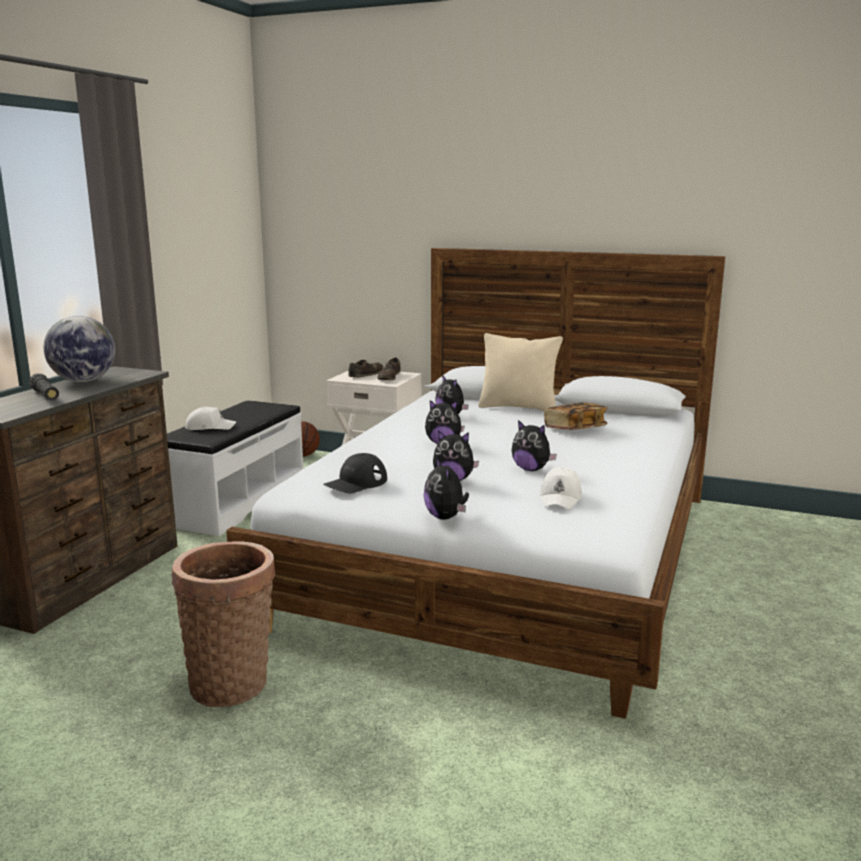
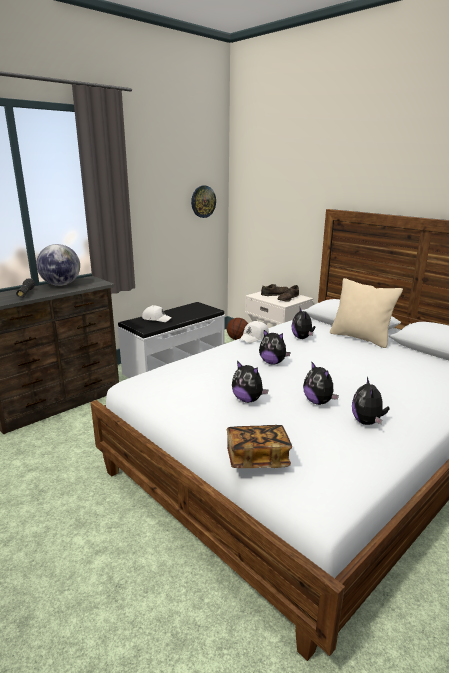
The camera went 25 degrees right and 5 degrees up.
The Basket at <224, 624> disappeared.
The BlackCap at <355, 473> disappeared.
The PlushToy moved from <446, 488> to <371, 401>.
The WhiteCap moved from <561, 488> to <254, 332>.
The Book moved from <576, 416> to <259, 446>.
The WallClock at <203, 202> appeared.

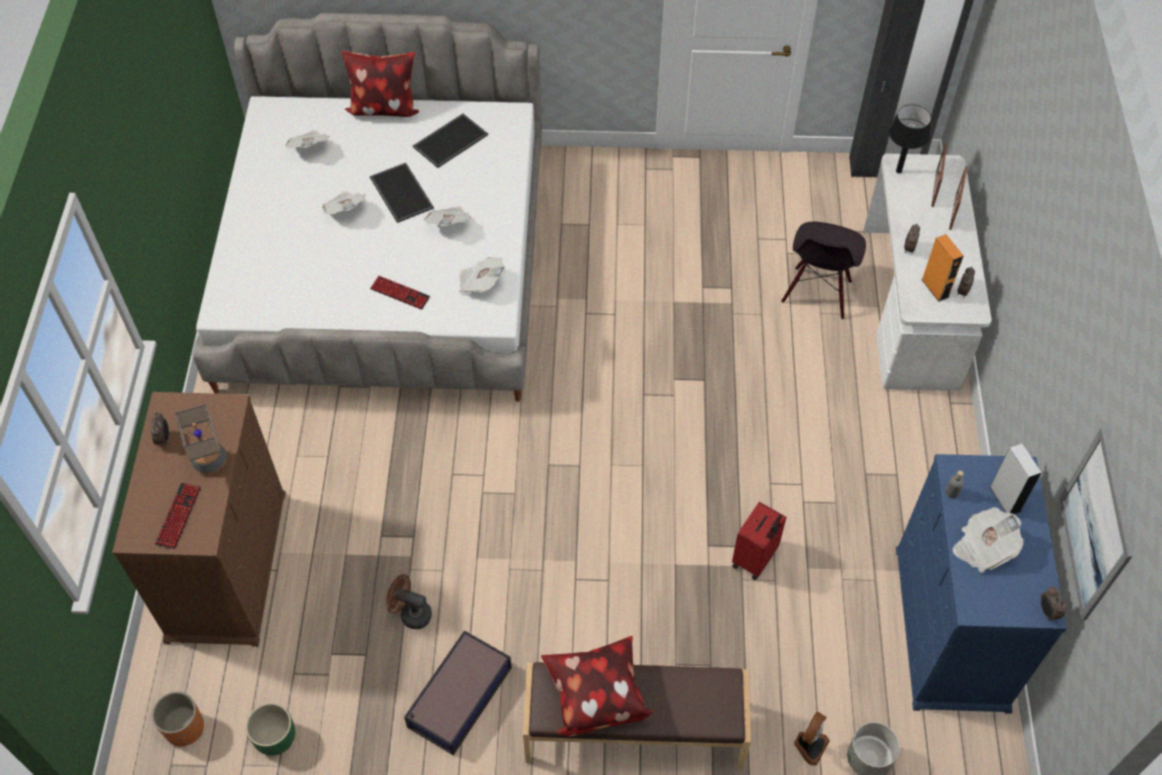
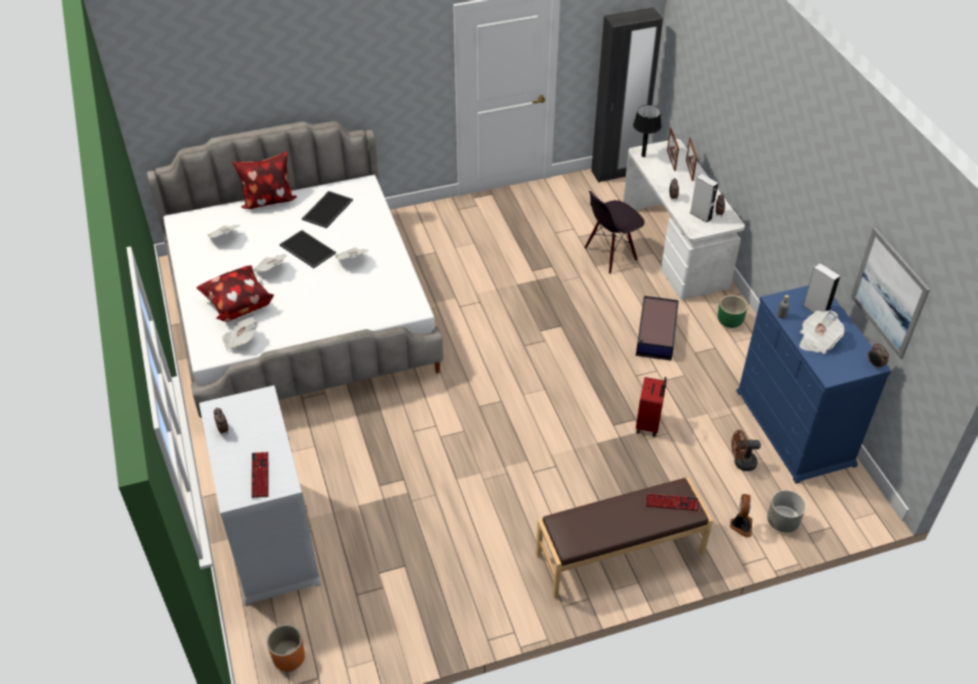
The camera went 20 degrees left and 10 degrees down.
The BrownDresser at <199, 519> became the WhiteDresser at <260, 495>.
The TableLamp at <201, 439> disappeared.
The GreenPlanter moved from <270, 729> to <733, 311>.
The Keyboard moved from <400, 293> to <671, 502>.
The BrownFan moved from <409, 601> to <746, 450>.
The StorageBox moved from <458, 693> to <657, 328>.
The Newspaper moved from <482, 275> to <240, 334>.
The Pillow moved from <597, 686> to <235, 293>.
The BlackChair at <823, 271> turned 60 degrees clockwise.
The OrangeSpeaker at <942, 268> became the GreySpeaker at <704, 198>.

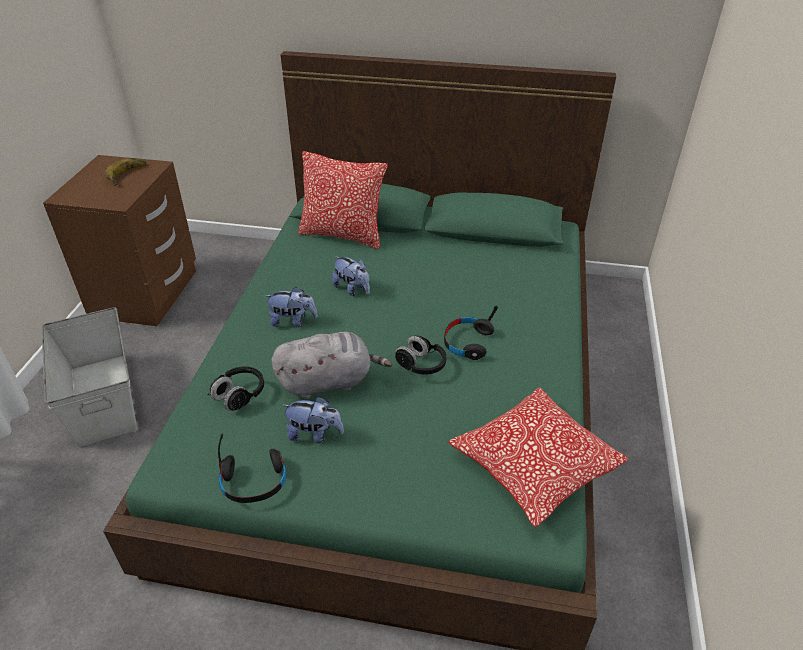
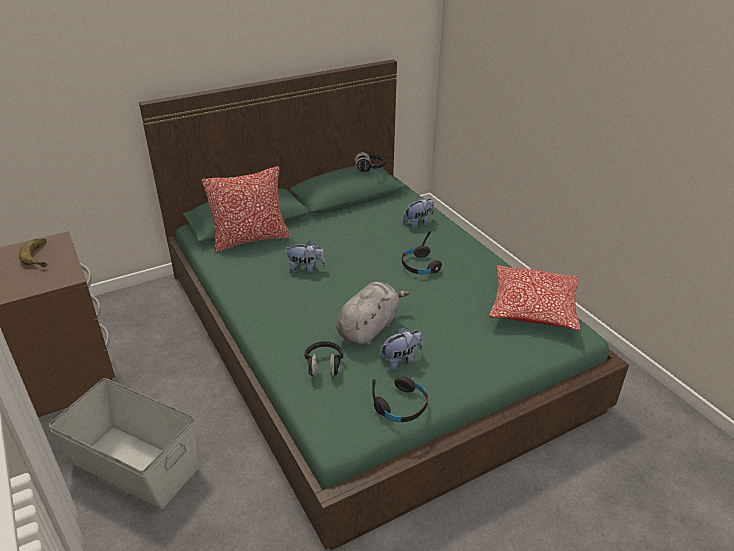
The camera went 40 degrees left and 5 degrees down.
The PlushToy moved from <291, 306> to <418, 213>.
The BlackHeadphones moved from <421, 355> to <370, 162>.

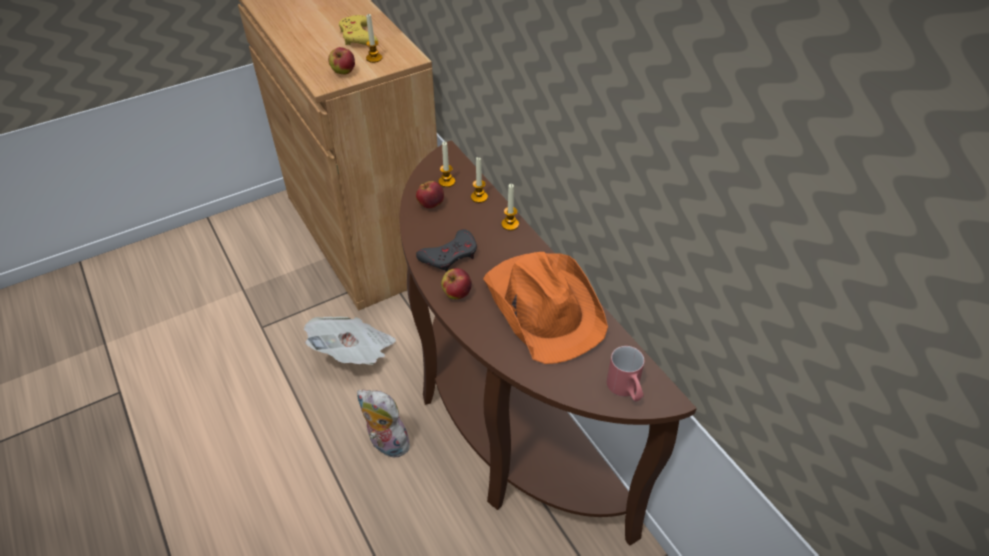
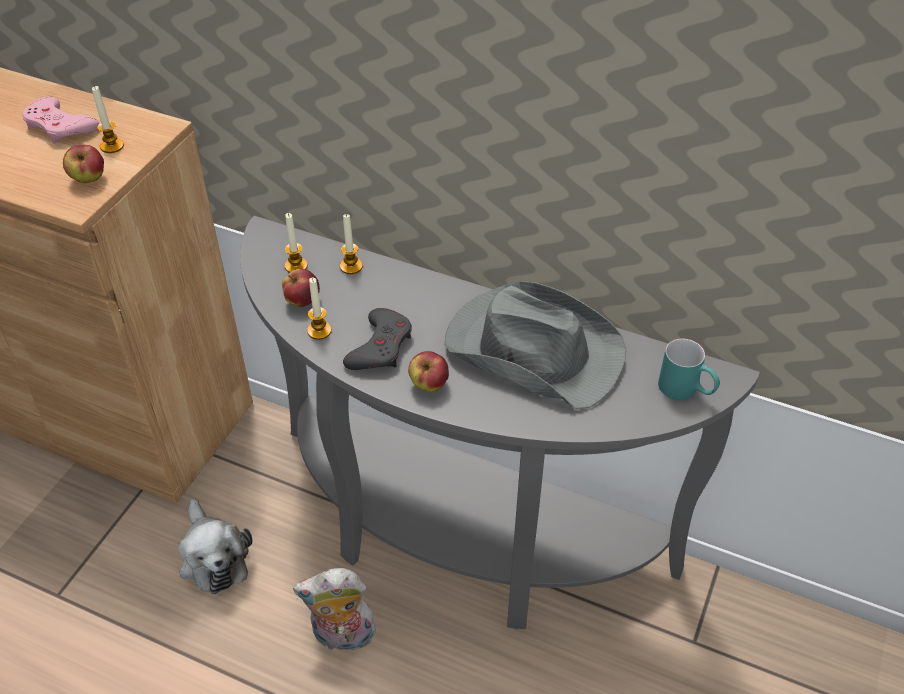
The camera went 35 degrees left and 0 degrees up.
The Newspaper at <350, 341> was replaced by the PlushToy at <215, 546>.
The YellowGameController at <358, 30> became the PinkGameController at <60, 120>.
The BrownConsoleTable at <548, 343> became the GreyConsoleTable at <500, 422>.
The OrangeHat at <545, 308> became the GreyHat at <535, 346>.
The Candle moved from <510, 207> to <319, 309>.
The RedMug at <625, 373> became the TurquoiseMug at <689, 369>.

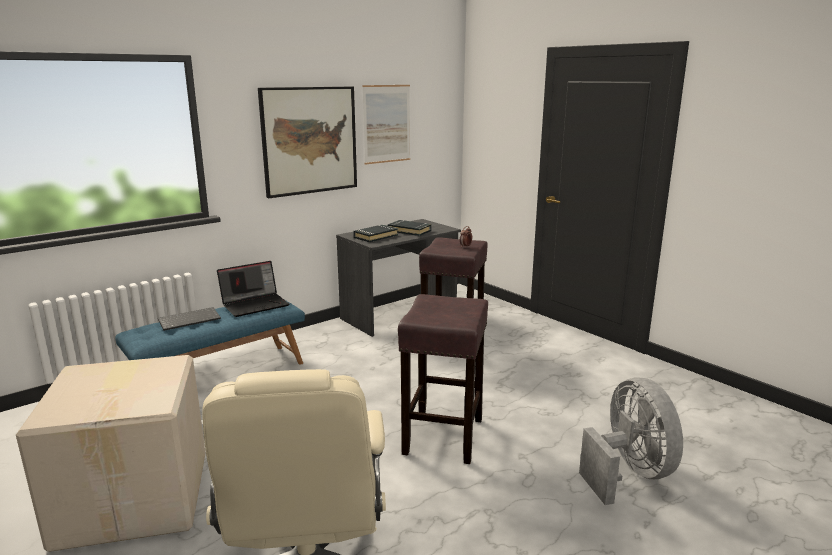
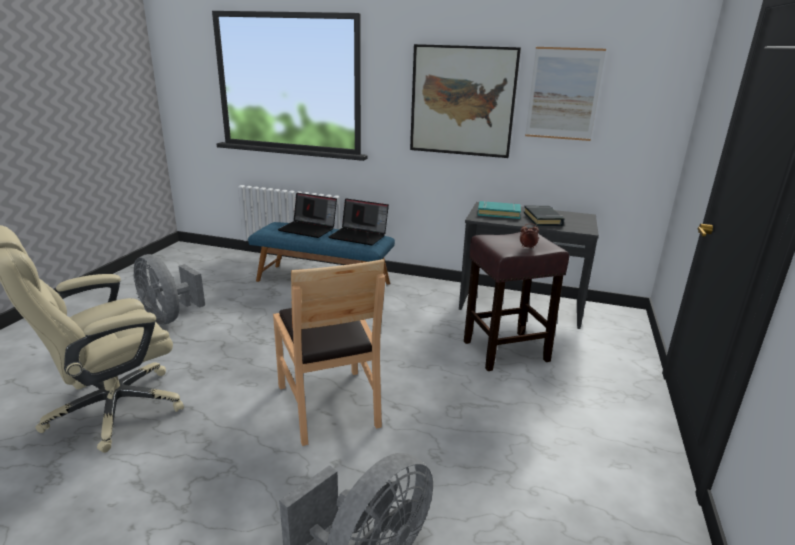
The camera went 55 degrees right and 5 degrees up.
The CardboardBox at <111, 453> was replaced by the GreyFan at <169, 289>.
The Keyboard at <189, 319> was replaced by the Laptop at <307, 215>.
The BlackBook at <376, 233> became the TurquoiseBook at <499, 210>.
The BrownStool at <443, 379> was replaced by the BrownChair at <329, 352>.

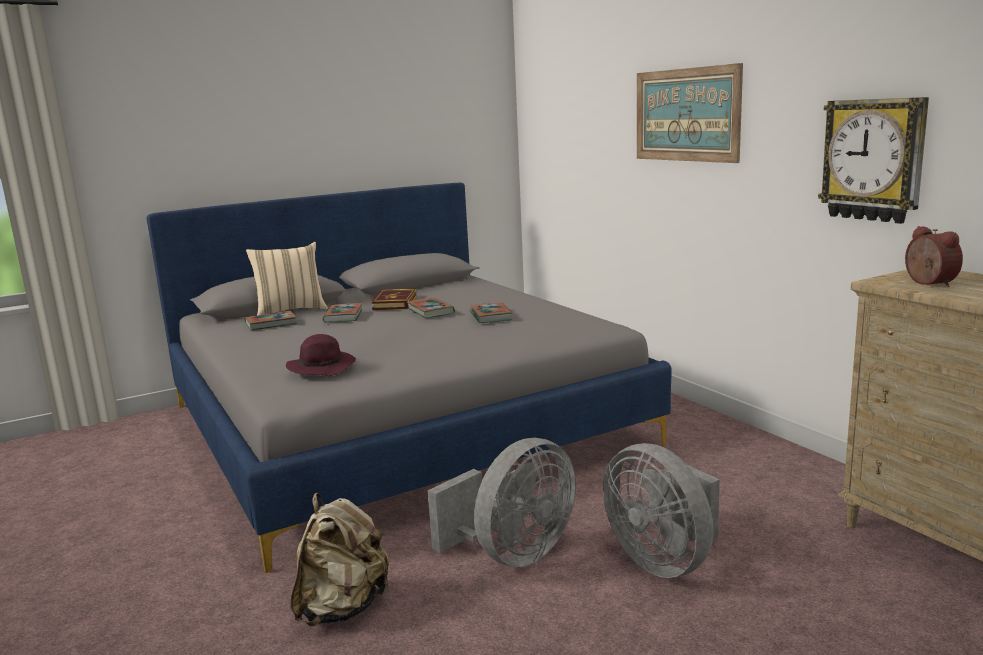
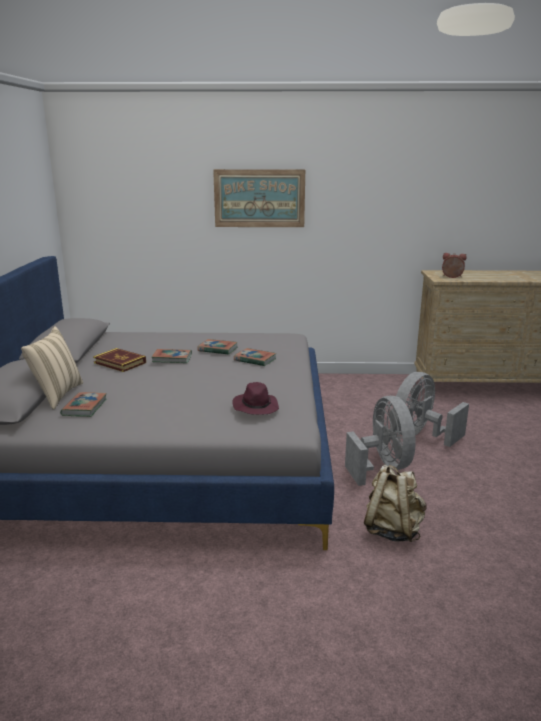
The camera went 60 degrees left and 5 degrees up.
The Book moved from <342, 313> to <255, 357>.
The GreyFan at <661, 510> turned 135 degrees clockwise.
The WallClock at <873, 160> disappeared.

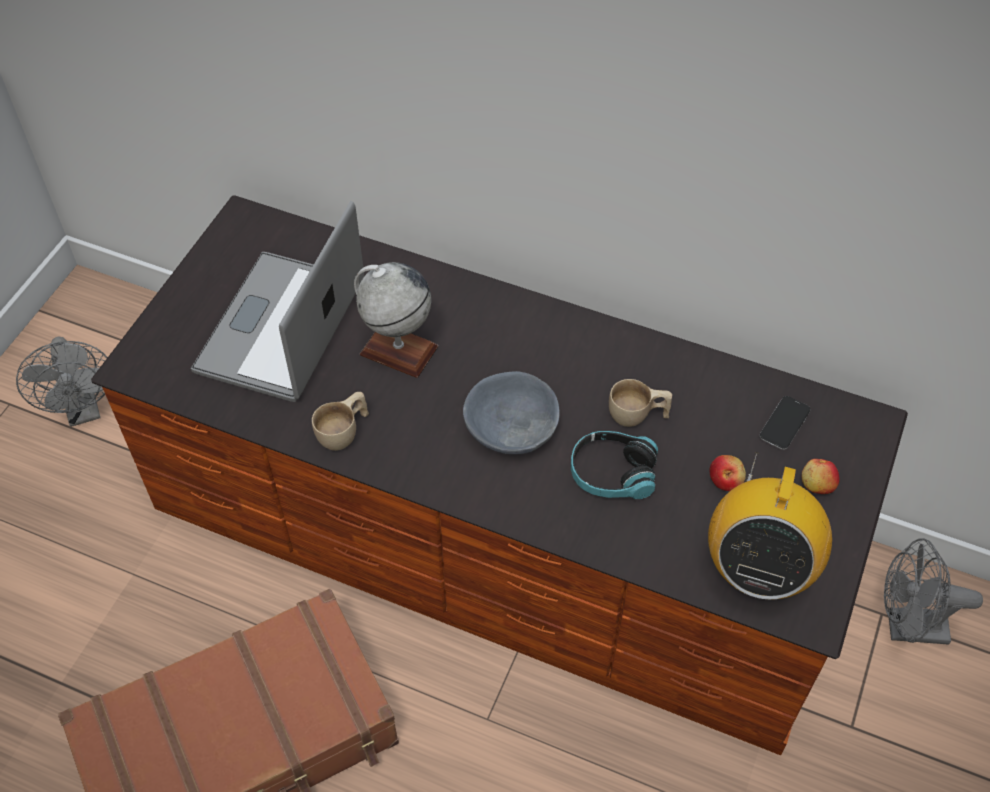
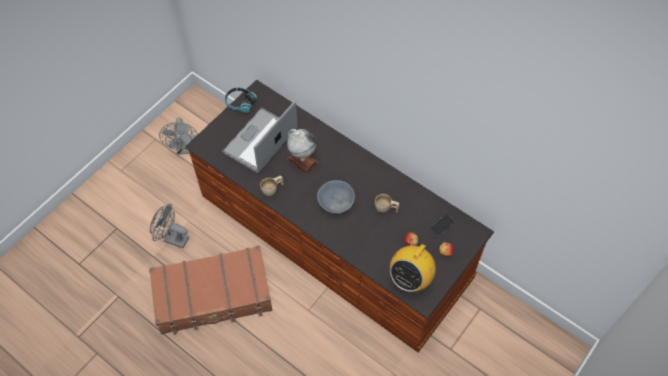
The camera went 15 degrees right and 5 degrees up.
The Headphones moved from <614, 465> to <241, 100>.
The GreyFan moved from <933, 591> to <169, 226>.

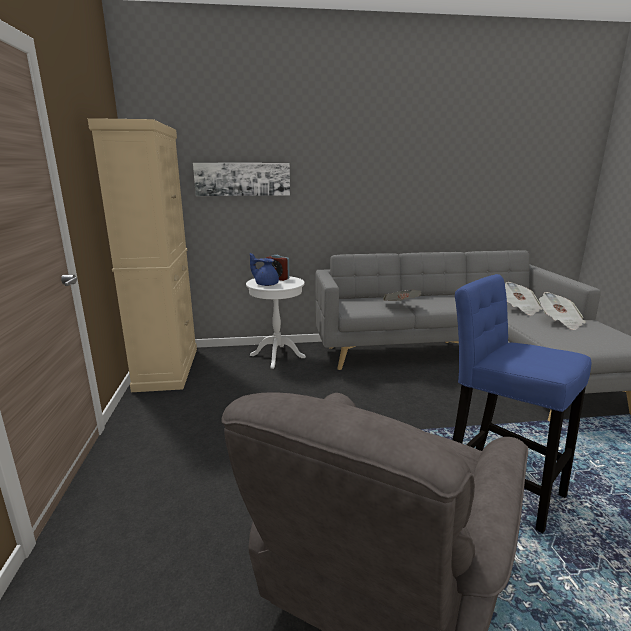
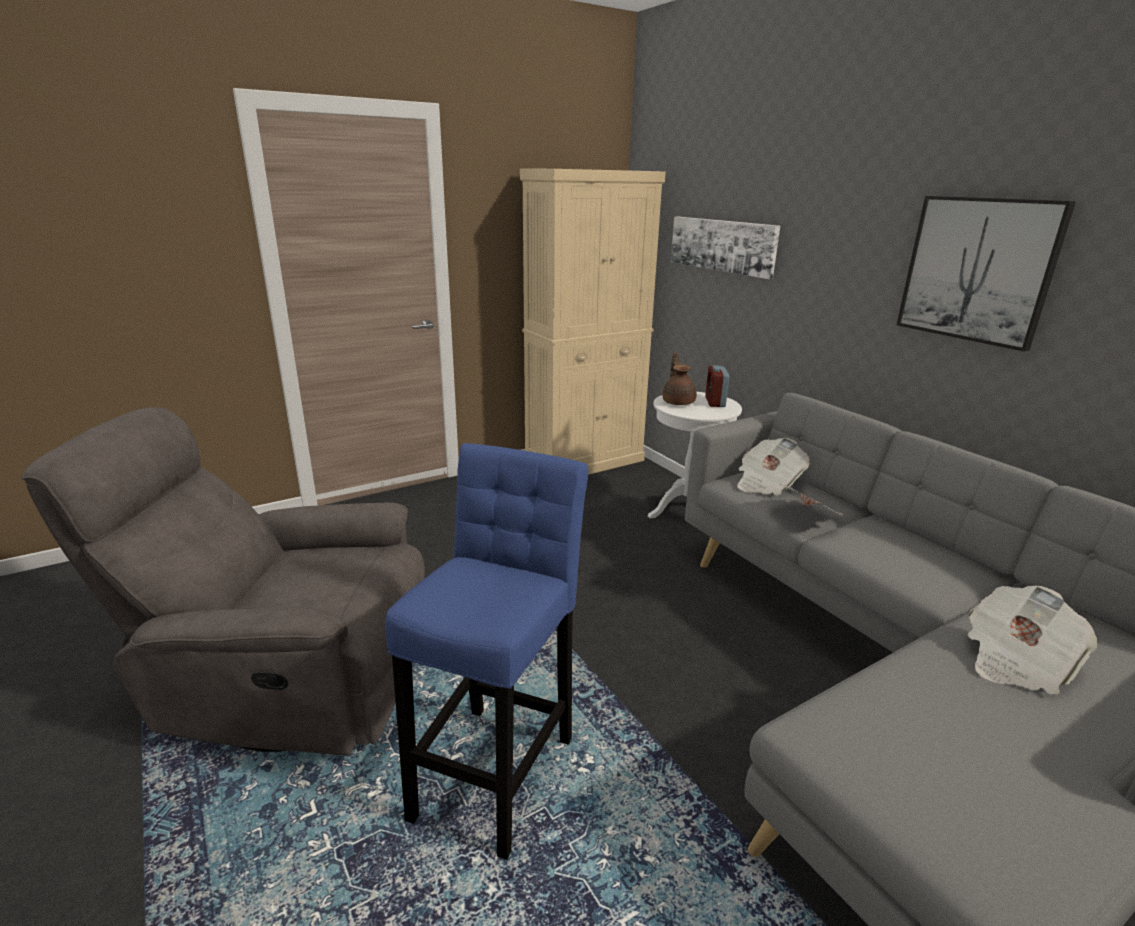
The camera went 65 degrees right and 5 degrees up.
The BlueTeapot at <264, 269> became the BrownTeapot at <679, 378>.
The Newspaper moved from <562, 311> to <773, 466>.
The Picture at <986, 274> appeared.

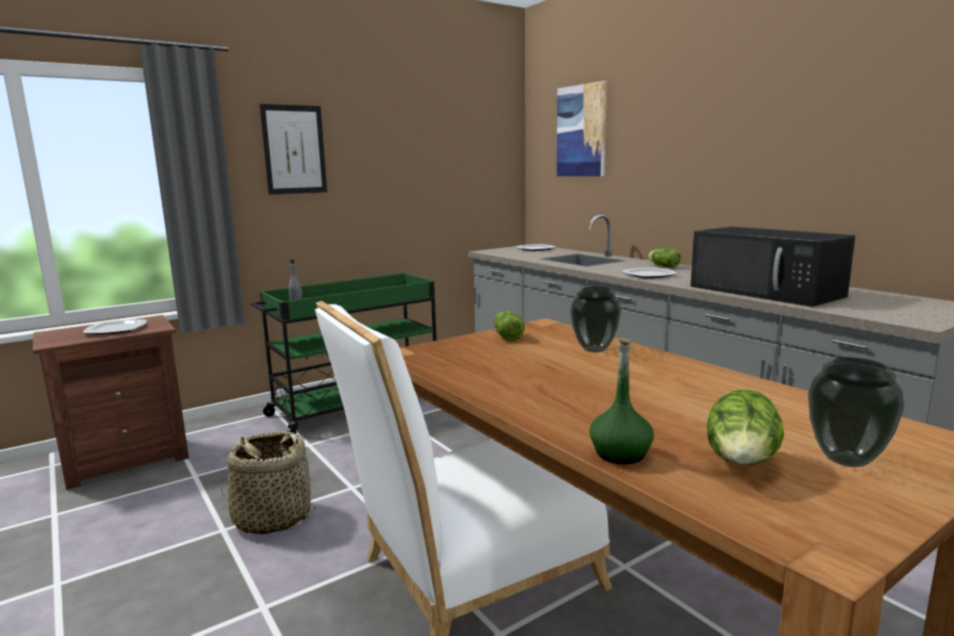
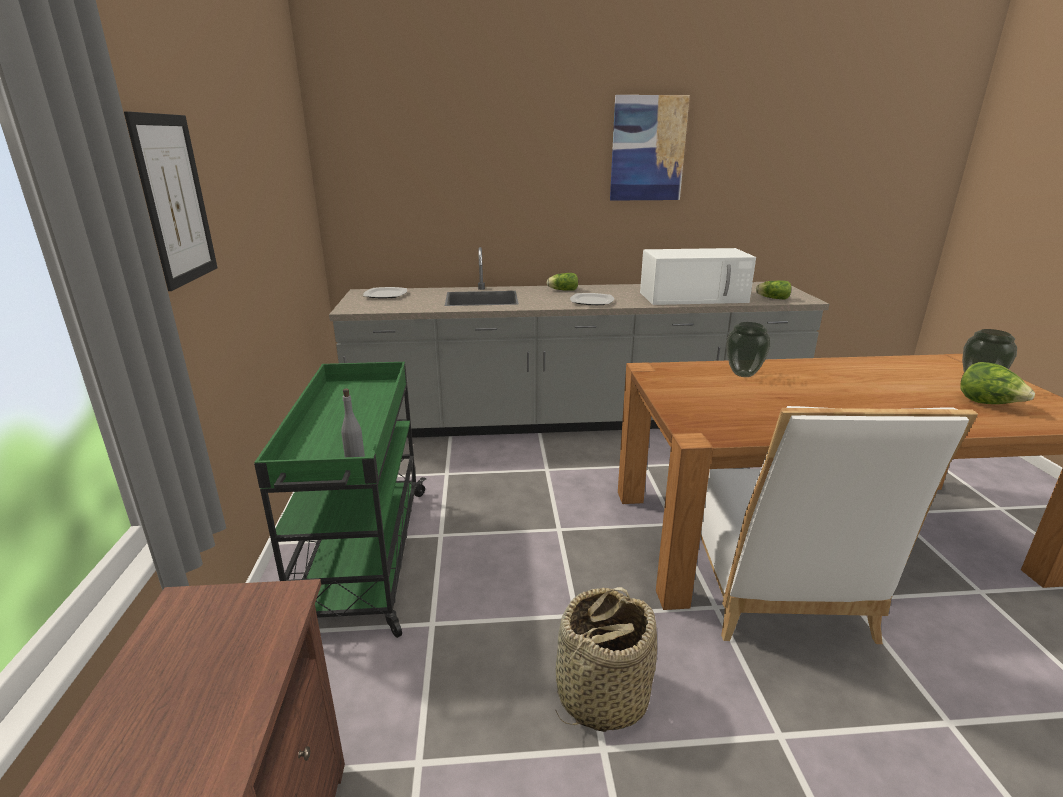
The camera went 60 degrees left and 10 degrees up.
The Plate at <115, 326> disappeared.
The Lettuce moved from <509, 326> to <774, 290>.
The Picture moved from <582, 128> to <650, 148>.
The GreenBottle at <621, 401> disappeared.
The BlackMicrowave at <772, 267> became the WhiteMicrowave at <698, 276>.

